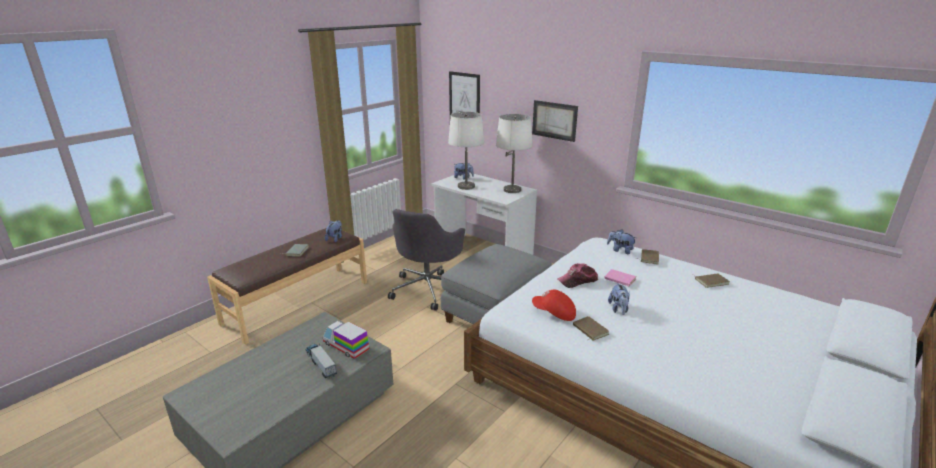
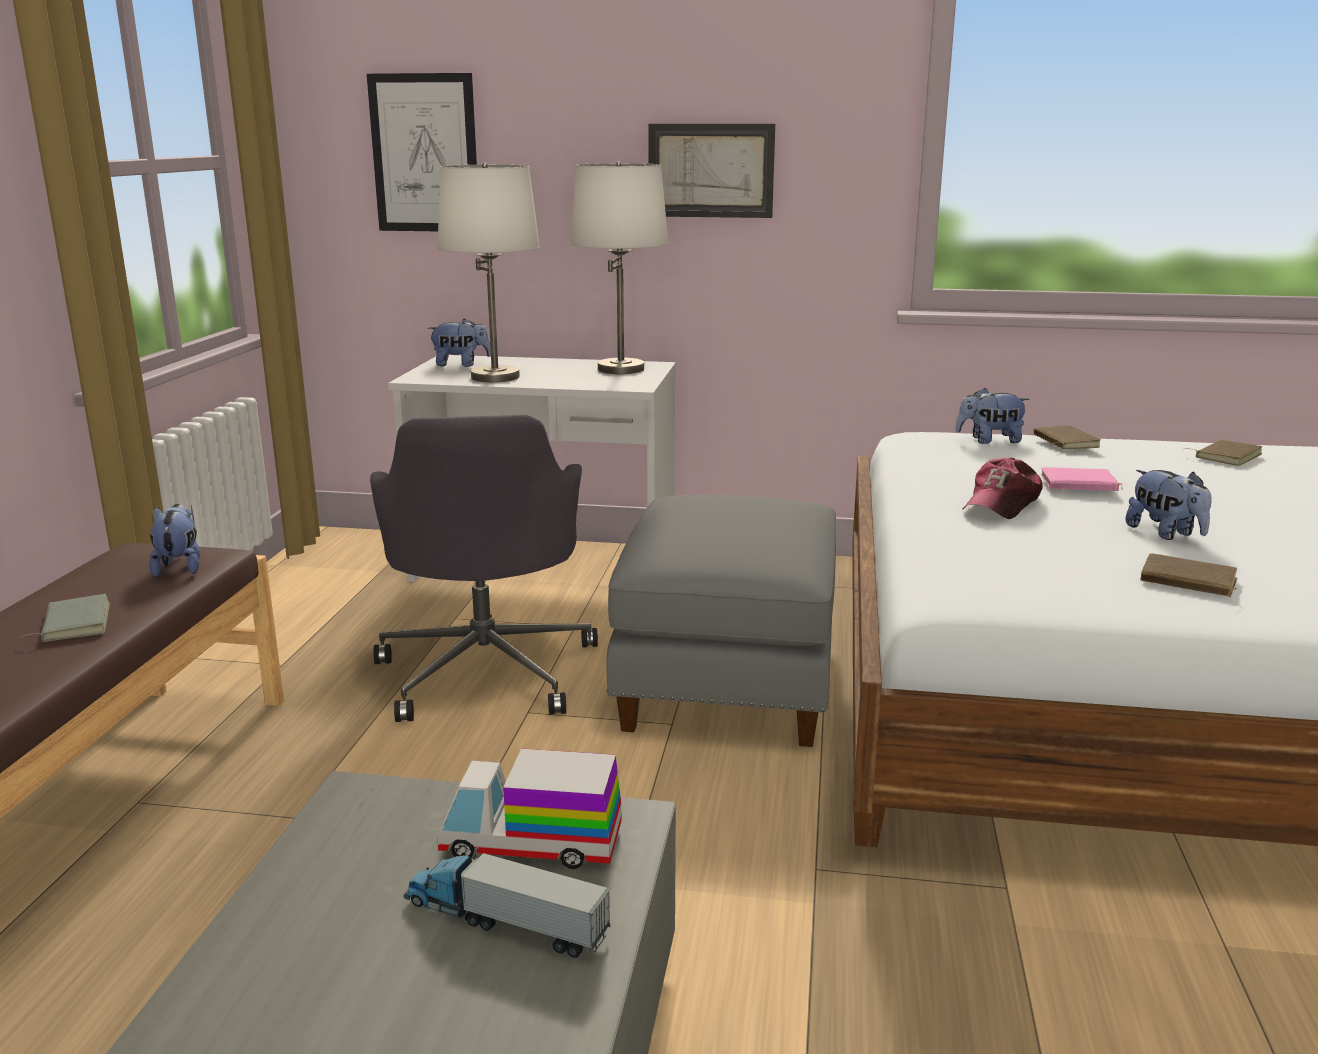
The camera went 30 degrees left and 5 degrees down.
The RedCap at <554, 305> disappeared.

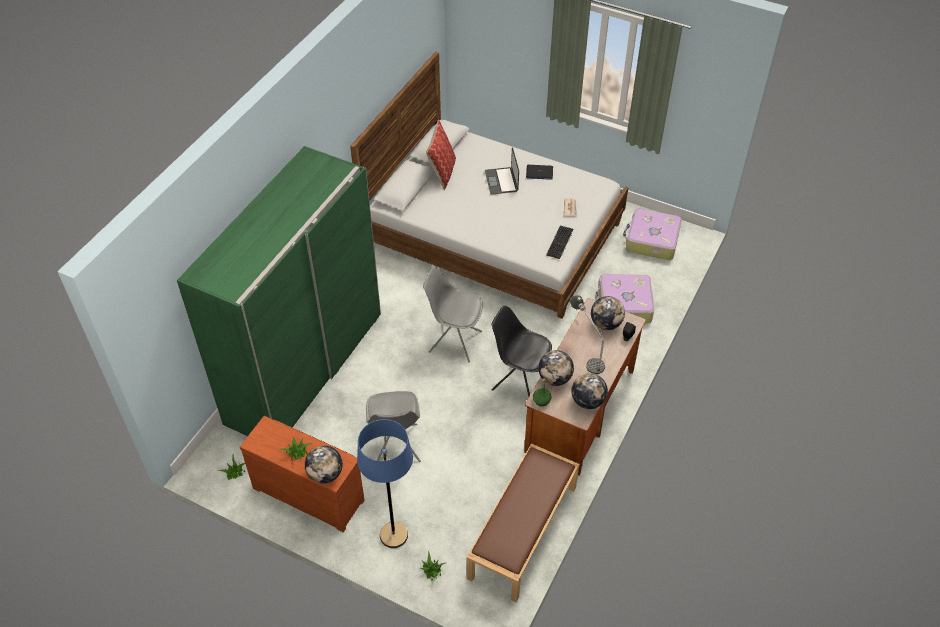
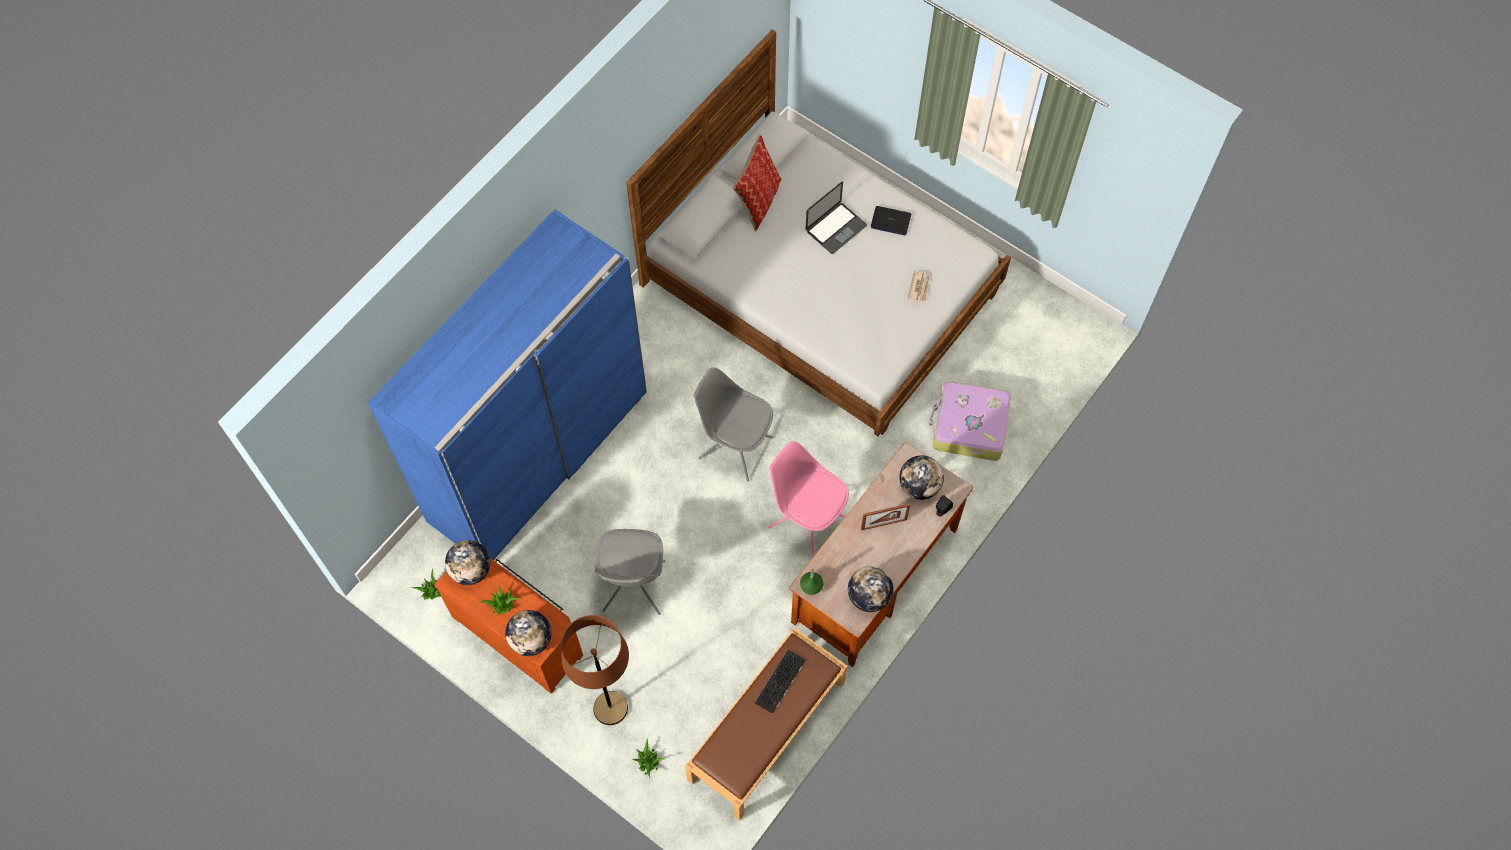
The camera went 10 degrees right and 15 degrees up.
The GreenWardrobe at <279, 291> became the BlueWardrobe at <507, 384>.
The BlueFloorLamp at <385, 483> became the BrownFloorLamp at <595, 670>.
The Laptop at <502, 170> turned 135 degrees counterclockwise.
The BlackChair at <521, 351> became the PinkChair at <808, 499>.
The Globe moved from <556, 368> to <468, 562>.
The Keyboard moved from <559, 242> to <780, 682>.
The TableLamp at <587, 335> was replaced by the PictureFrame at <885, 517>.
The Suitcase at <652, 234> disappeared.

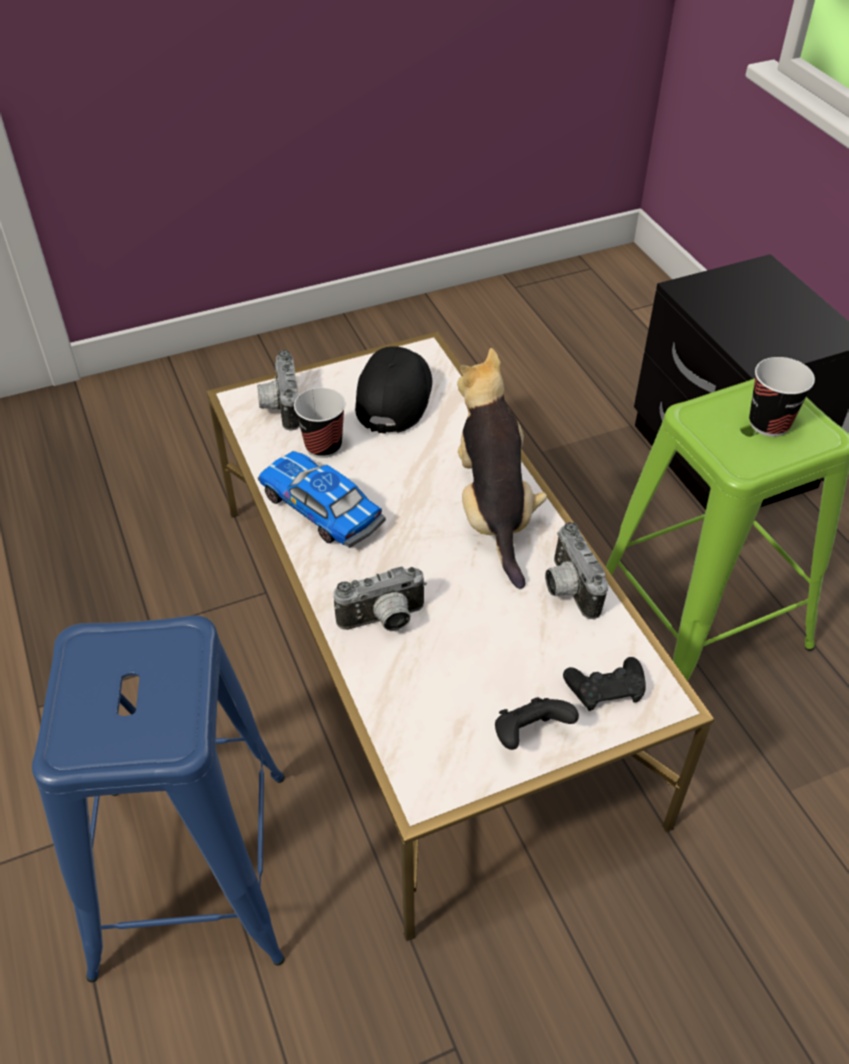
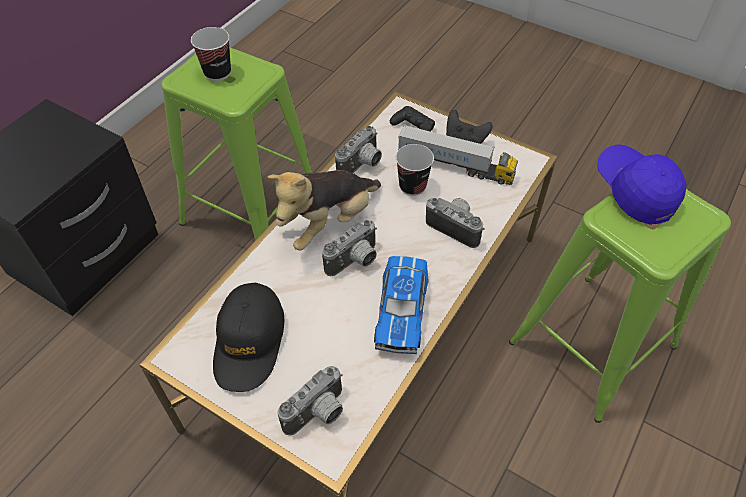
The camera went 125 degrees left and 5 degrees up.
The BlueStool at <158, 798> became the GreenStool at <620, 306>.
The Cup moved from <319, 423> to <415, 170>.
The BlackCap at <393, 389> turned 60 degrees counterclockwise.
The PhotoCamera at <349, 248> appeared.
The ToyTruck at <458, 154> appeared.
The BlueCap at <641, 184> appeared.

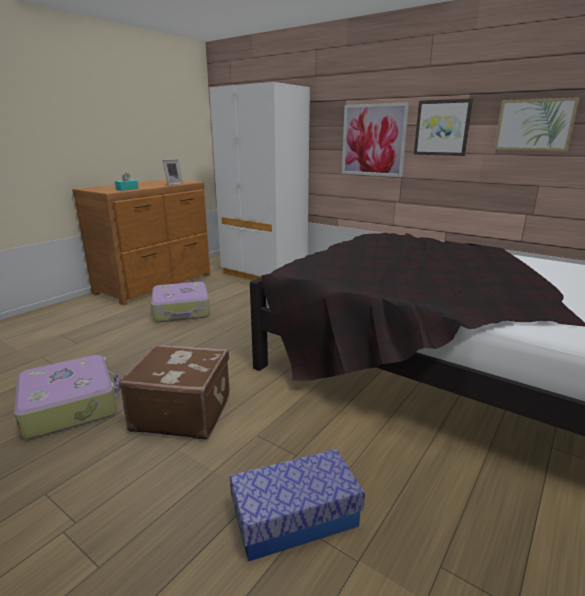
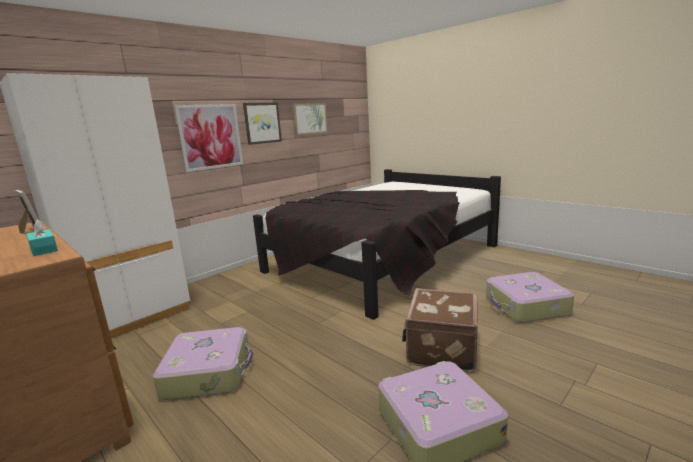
The camera went 80 degrees left and 5 degrees down.
The StorageBox at <297, 505> was replaced by the Suitcase at <530, 297>.

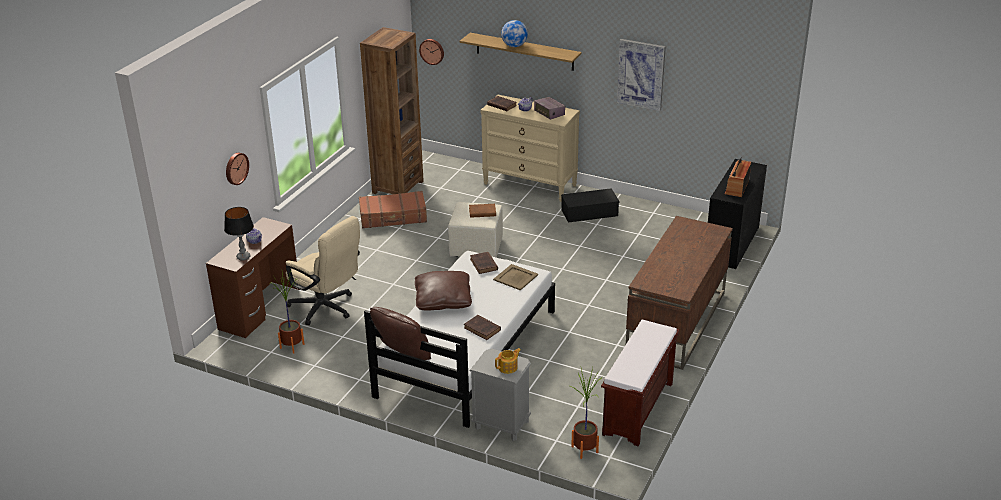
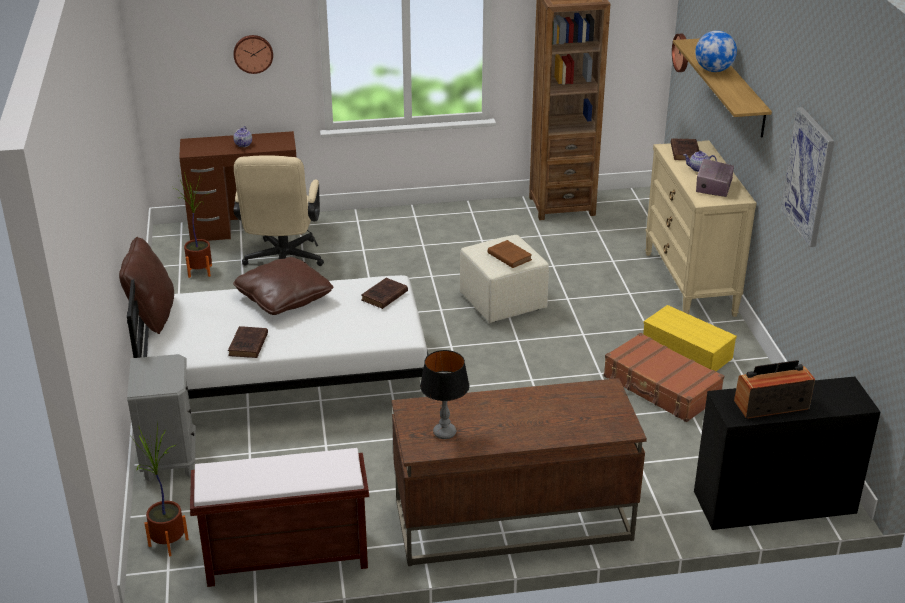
The camera went 55 degrees right and 0 degrees up.
The TableLamp moved from <239, 234> to <444, 394>.
The BrownSuitcase moved from <393, 209> to <664, 377>.
The BeigeTray at <515, 277> disappeared.
The Teapot at <507, 361> disappeared.
The BlackStorageBox at <590, 205> became the YellowStorageBox at <690, 338>.

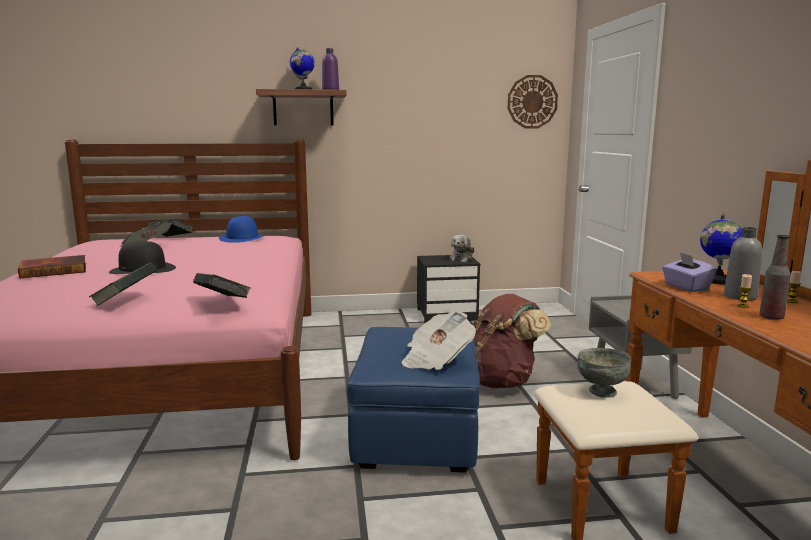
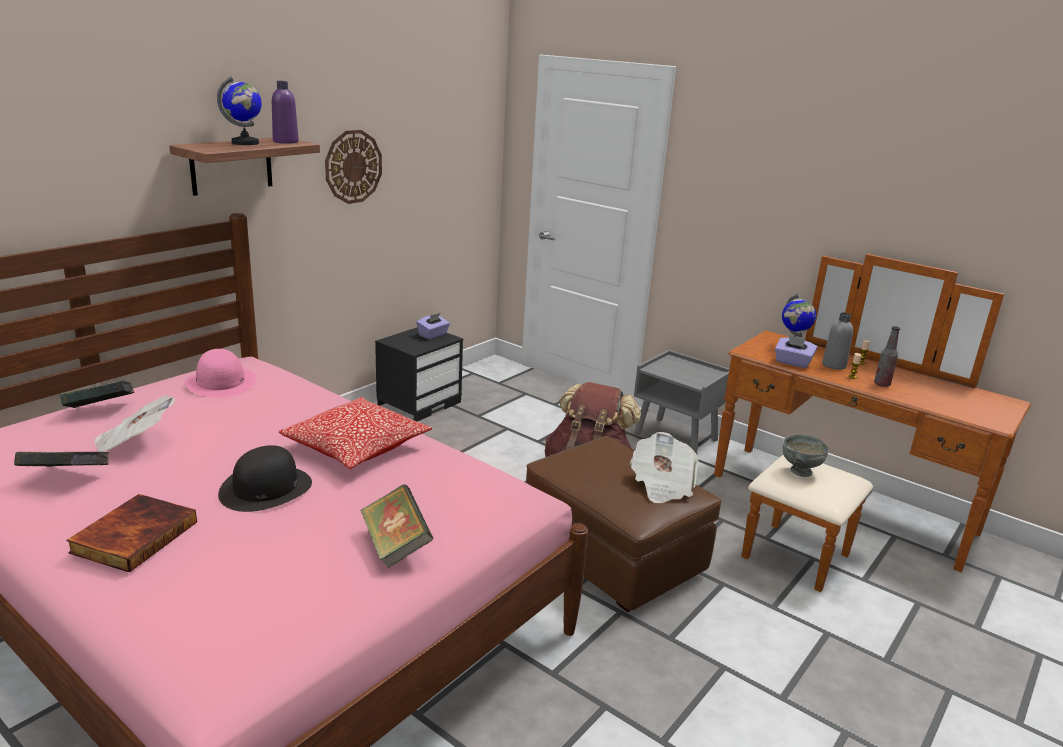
The camera went 45 degrees left and 10 degrees up.
The Book moved from <222, 285> to <61, 459>.
The BlueHat at <242, 229> became the PinkHat at <220, 373>.
The BlueOttoman at <413, 400> became the BrownOttoman at <623, 524>.
The PlushToy at <462, 248> was replaced by the PurpleTissueBox at <433, 326>.
The WallClock moved from <533, 101> to <353, 167>.
The Pillow at <355, 433> appeared.

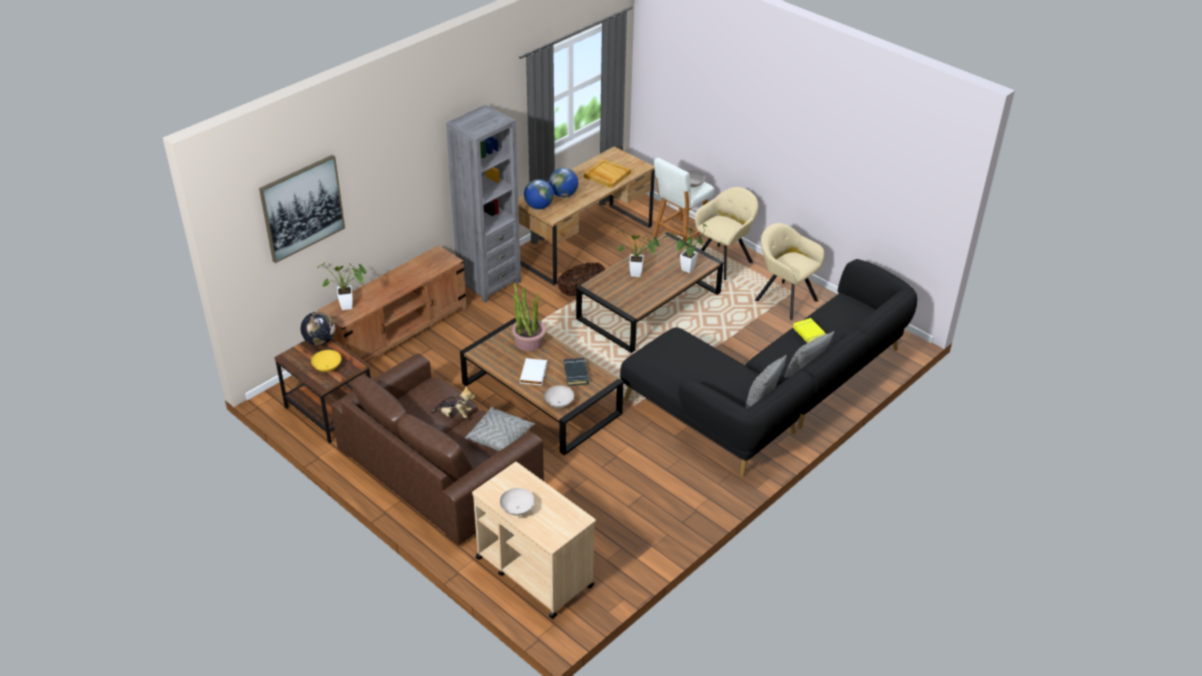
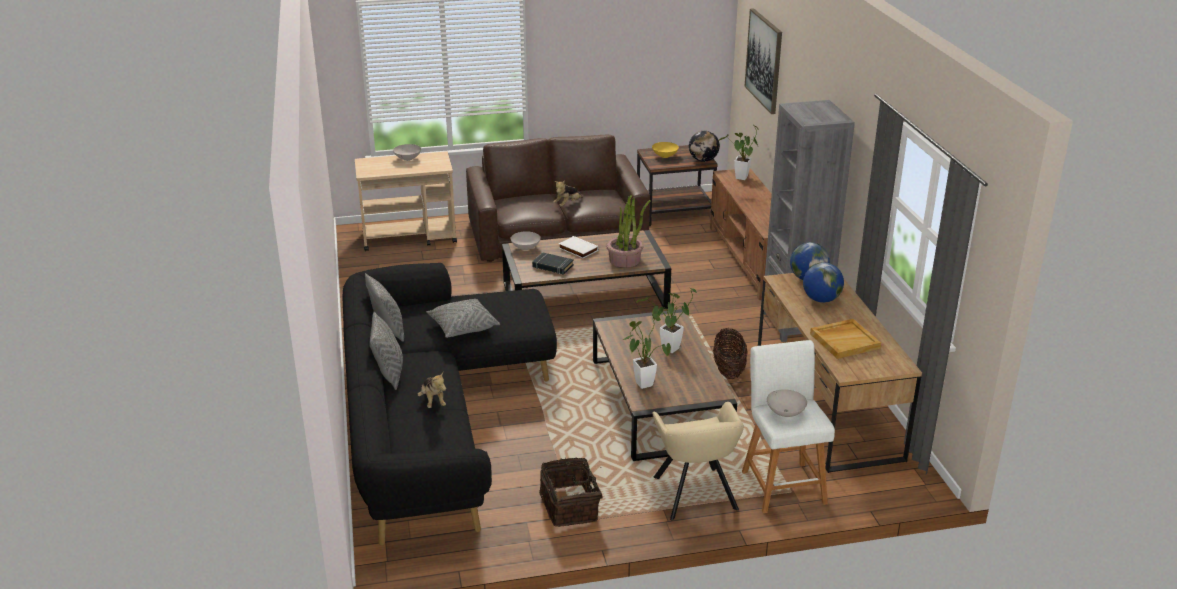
The camera went 125 degrees right and 10 degrees down.
The GreyPillow moved from <500, 429> to <463, 318>.
The BeigeArmchair at <789, 272> was replaced by the Basket at <571, 492>.
The YellowBook at <809, 330> was replaced by the PlushToy at <432, 390>.

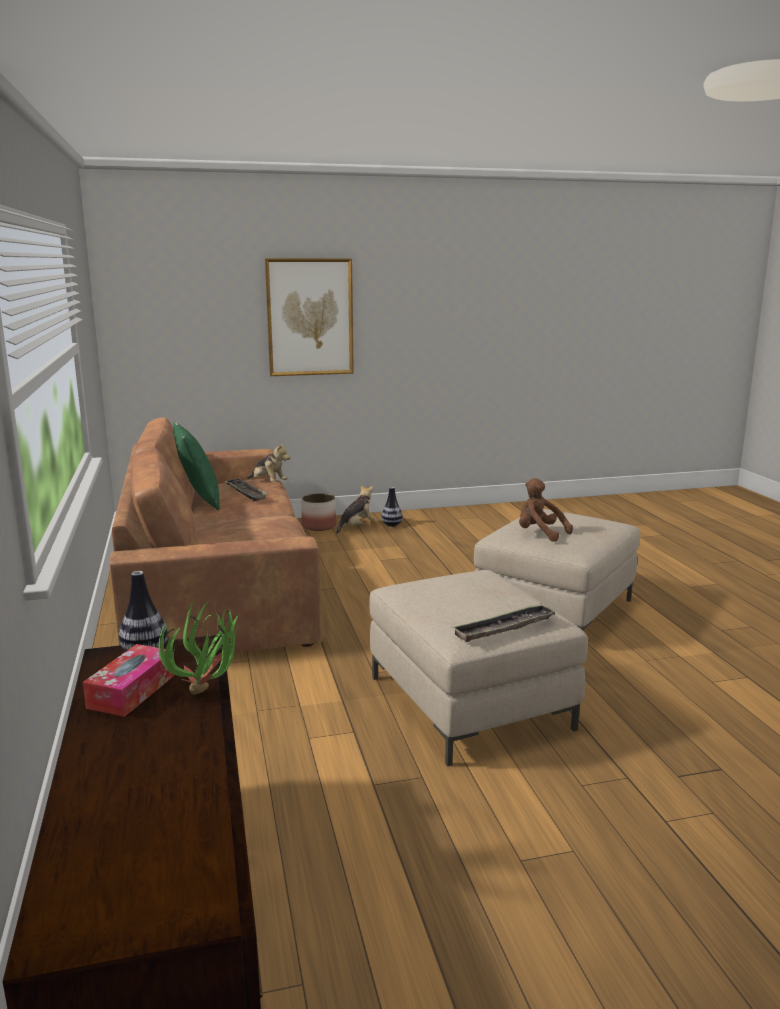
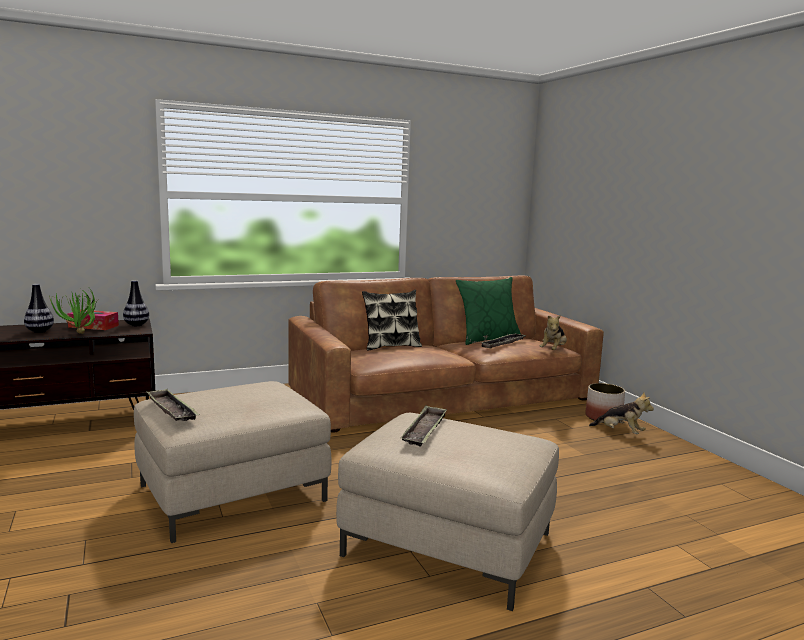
The camera went 80 degrees right and 5 degrees down.
The Picture at <309, 317> disappeared.
The Vase moved from <392, 507> to <39, 308>.
The BrownPlushToy at <546, 510> was replaced by the Tray at <424, 425>.
The Pillow at <392, 320> appeared.

